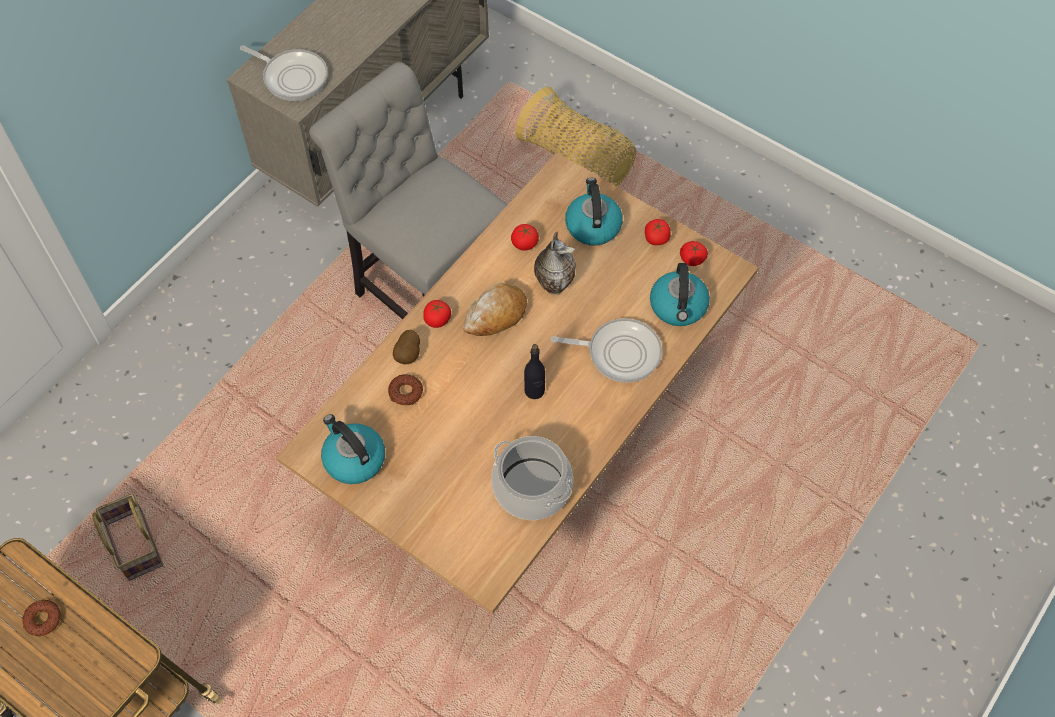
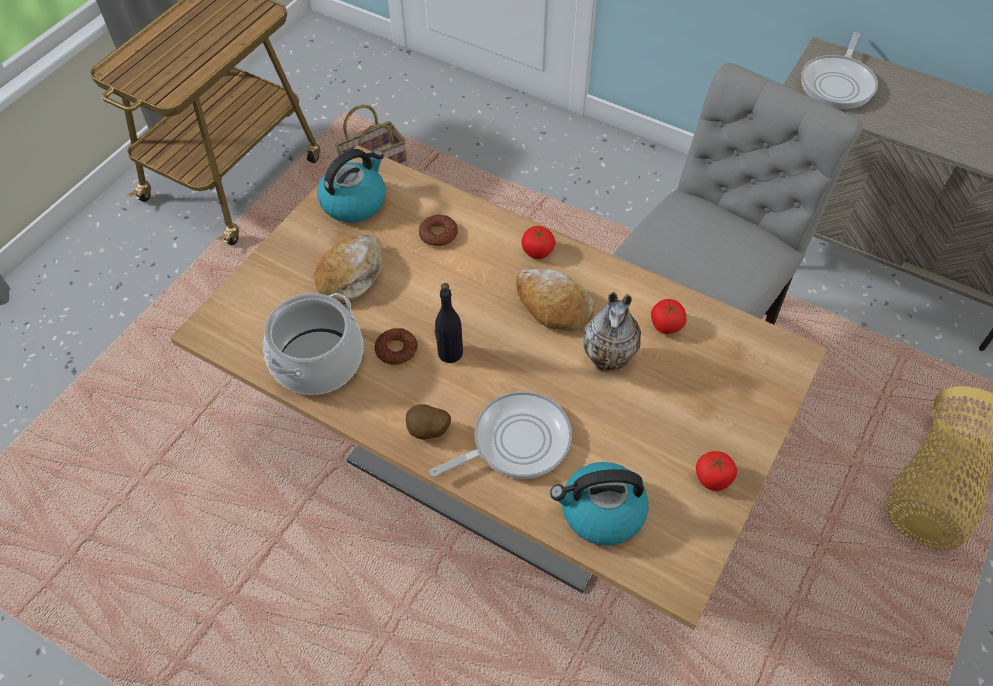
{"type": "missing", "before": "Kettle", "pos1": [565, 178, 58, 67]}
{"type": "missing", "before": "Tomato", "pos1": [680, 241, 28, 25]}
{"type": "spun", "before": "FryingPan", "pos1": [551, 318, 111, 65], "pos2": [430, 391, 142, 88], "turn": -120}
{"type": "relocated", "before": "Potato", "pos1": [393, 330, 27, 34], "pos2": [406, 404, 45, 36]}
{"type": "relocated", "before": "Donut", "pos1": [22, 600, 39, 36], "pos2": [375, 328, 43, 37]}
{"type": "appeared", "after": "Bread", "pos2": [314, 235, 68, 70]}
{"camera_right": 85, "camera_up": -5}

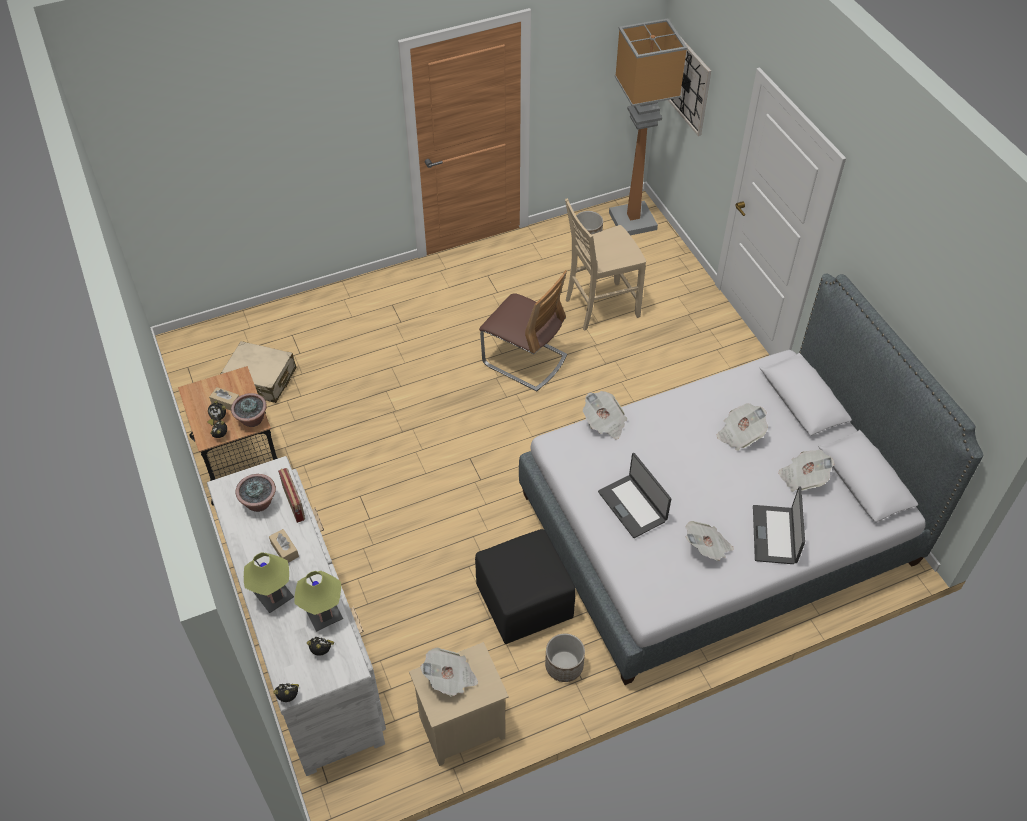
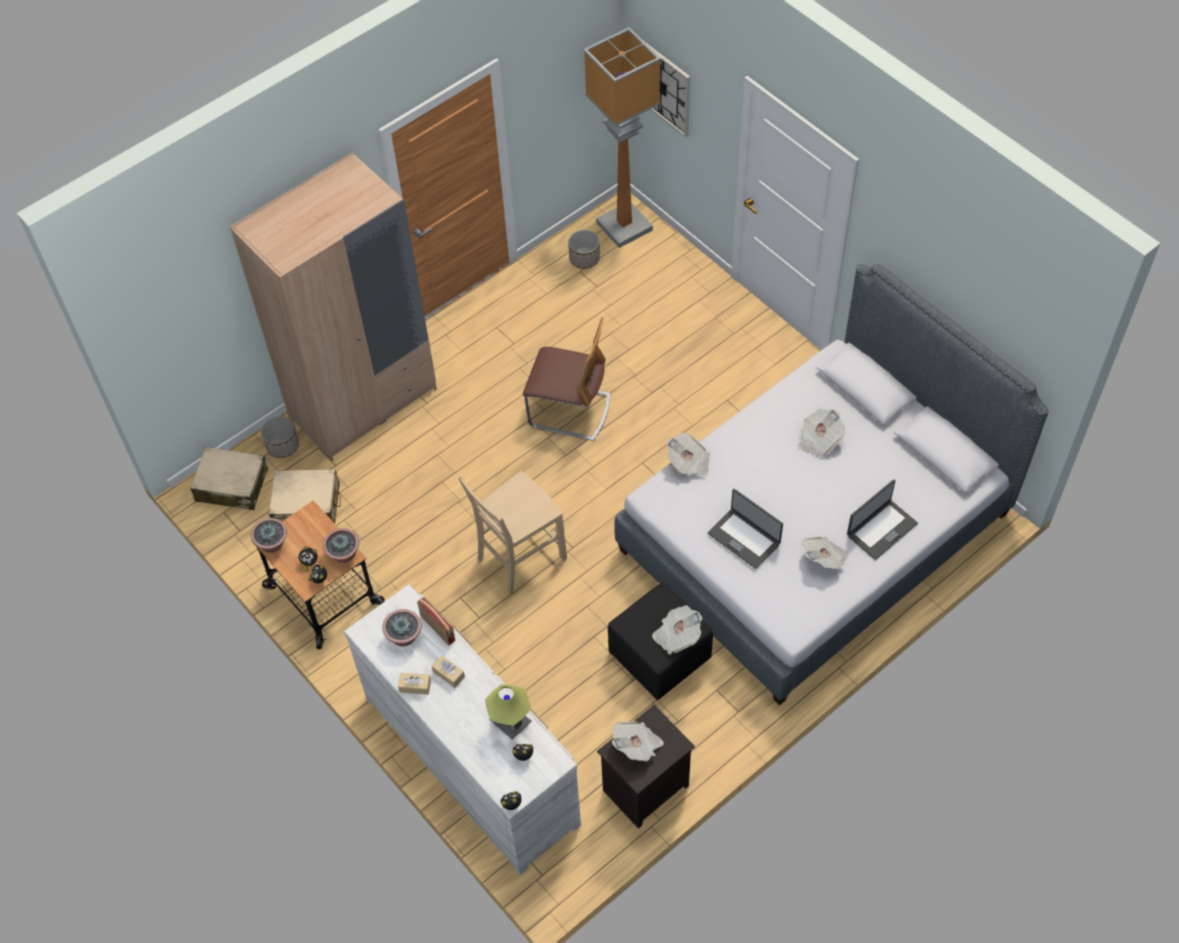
{"type": "relocated", "before": "BeigeChair", "pos1": [565, 198, 81, 133], "pos2": [457, 471, 110, 124]}
{"type": "relocated", "before": "BeigeTissueBox", "pos1": [209, 387, 30, 24], "pos2": [398, 673, 33, 21]}
{"type": "relocated", "before": "Newspaper", "pos1": [778, 449, 57, 43], "pos2": [652, 605, 50, 50]}
{"type": "spun", "before": "Laptop", "pos1": [753, 487, 52, 77], "pos2": [847, 479, 71, 81], "turn": -120}
{"type": "missing", "before": "TableLamp", "pos1": [244, 552, 50, 61]}
{"type": "relocated", "before": "Planter", "pos1": [545, 633, 40, 49], "pos2": [261, 416, 38, 42]}
{"type": "colour", "before": "BeigeNightstand", "after": "BlackNightstand", "pos1": [409, 642, 100, 124], "pos2": [597, 705, 98, 124]}
{"type": "appeared", "after": "BeigeWardrobe", "pos2": [230, 152, 207, 309]}
{"type": "appeared", "after": "BeigeSuitcase", "pos2": [190, 447, 78, 63]}
{"type": "appeared", "after": "PottedPlant", "pos2": [251, 518, 36, 34]}
{"camera_right": -15, "camera_up": 5}

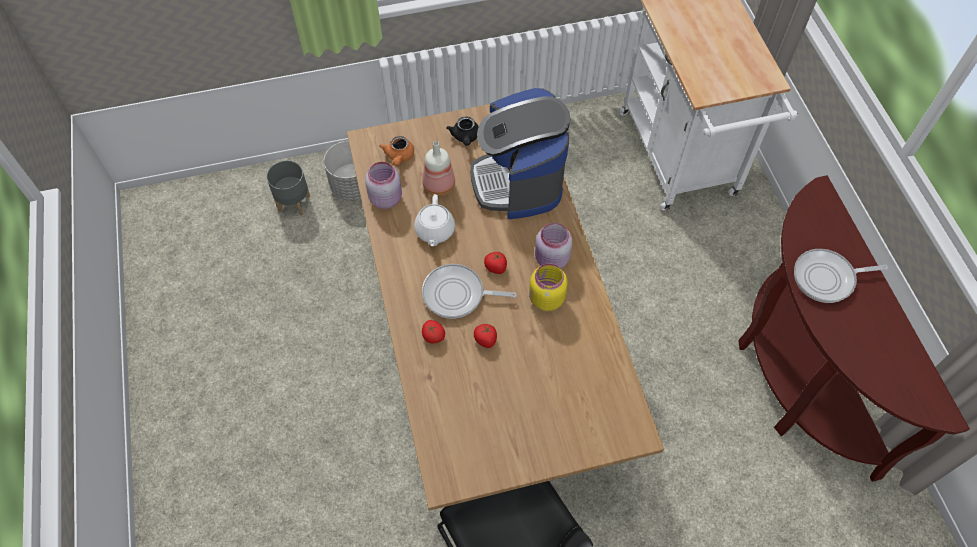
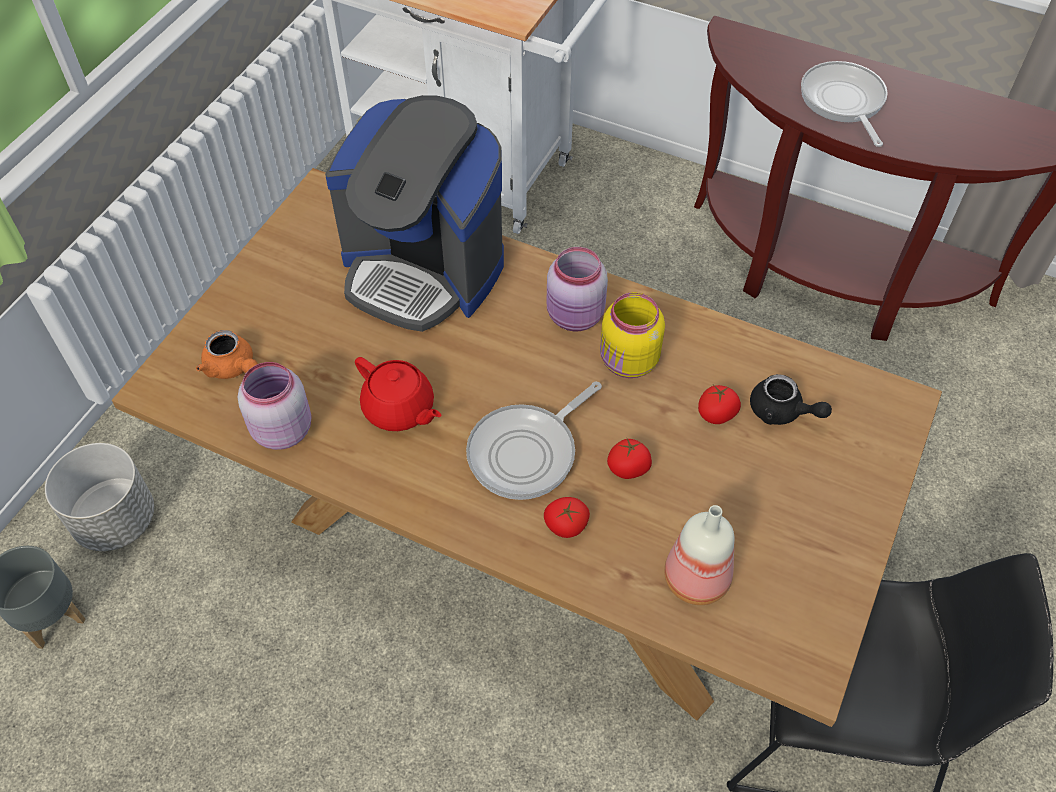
{"type": "relocated", "before": "BlackTeapot", "pos1": [446, 117, 33, 29], "pos2": [750, 374, 82, 51]}
{"type": "relocated", "before": "Bottle", "pos1": [422, 141, 33, 55], "pos2": [664, 505, 70, 100]}
{"type": "colour", "before": "WhiteTeapot", "after": "RedTeapot", "pos1": [414, 194, 41, 52], "pos2": [355, 357, 86, 74]}
{"type": "spun", "before": "FryingPan", "pos1": [794, 249, 94, 54], "pos2": [801, 61, 86, 86], "turn": 135}
{"type": "relocated", "before": "Tomato", "pos1": [484, 252, 23, 22], "pos2": [698, 385, 43, 39]}
{"camera_right": -50, "camera_up": -5}

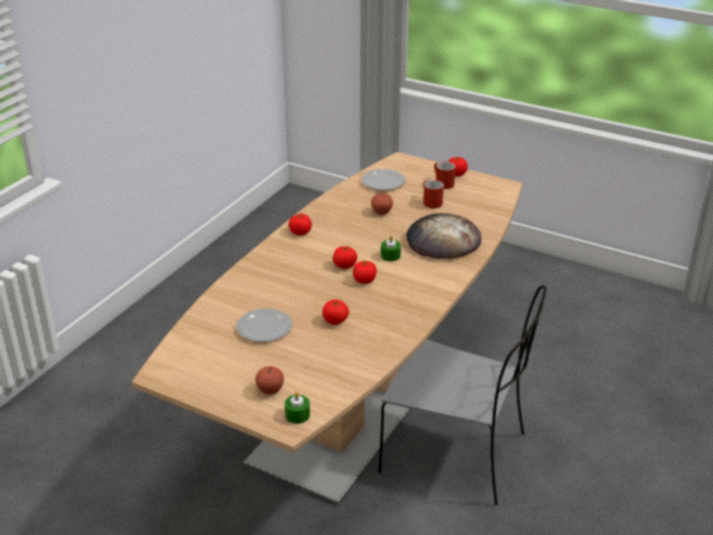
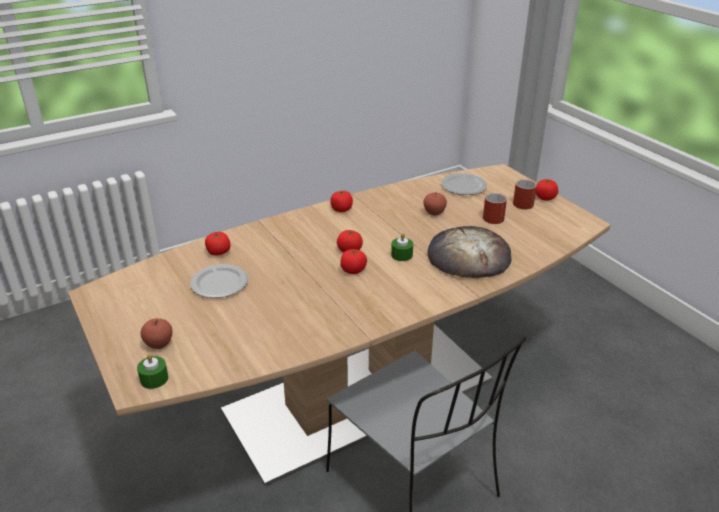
{"type": "relocated", "before": "Tomato", "pos1": [322, 299, 27, 26], "pos2": [205, 232, 26, 23]}
{"camera_right": 30, "camera_up": 0}

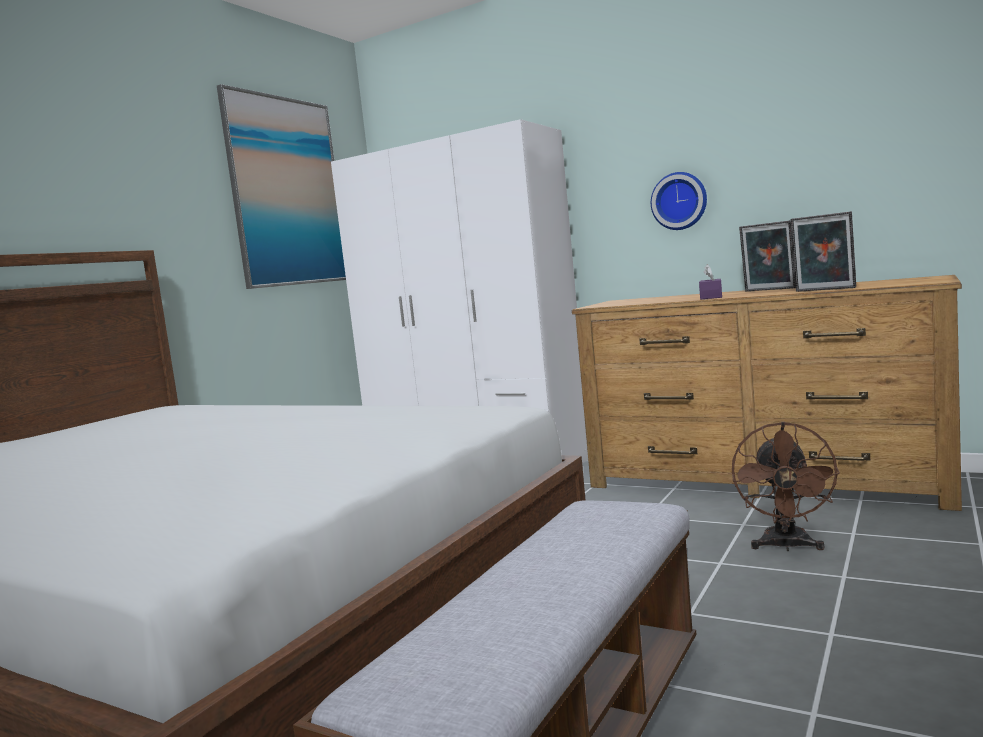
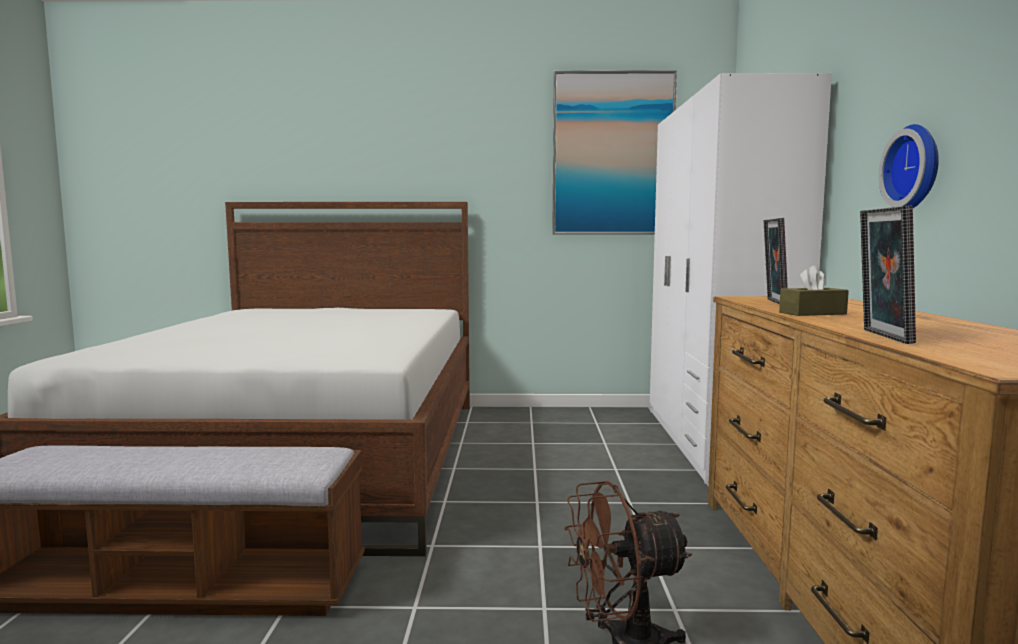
{"type": "relocated", "before": "PictureFrame", "pos1": [739, 220, 57, 71], "pos2": [764, 218, 24, 86]}
{"type": "colour", "before": "PurpleTissueBox", "after": "BrownTissueBox", "pos1": [699, 264, 23, 35], "pos2": [779, 265, 70, 51]}
{"camera_right": 60, "camera_up": 0}

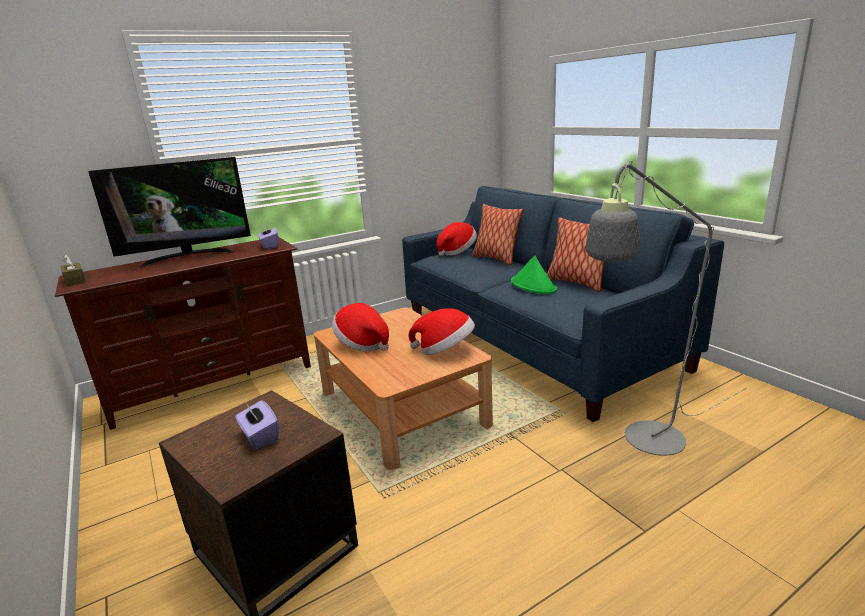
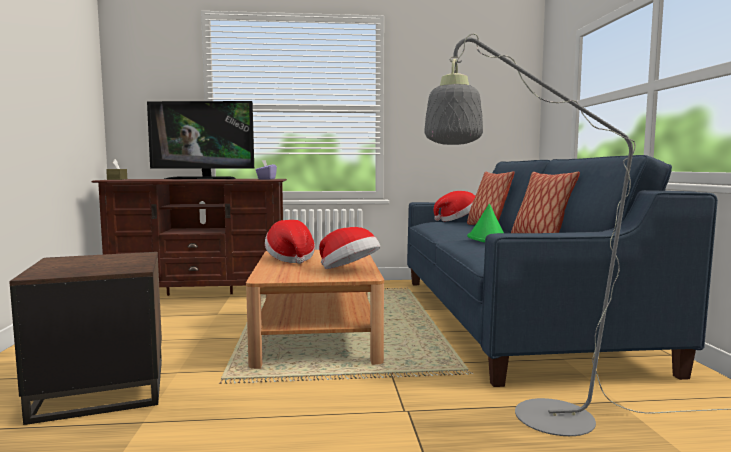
{"type": "missing", "before": "PurpleTissueBox", "pos1": [235, 400, 44, 49]}
{"camera_right": 25, "camera_up": -15}

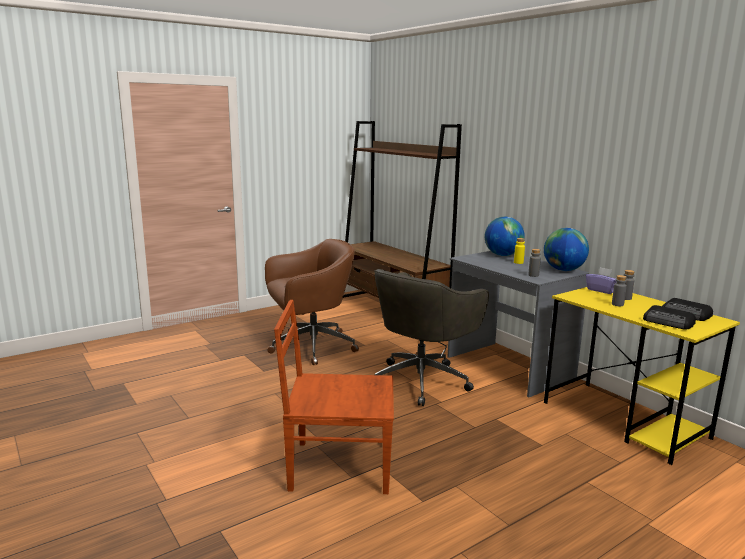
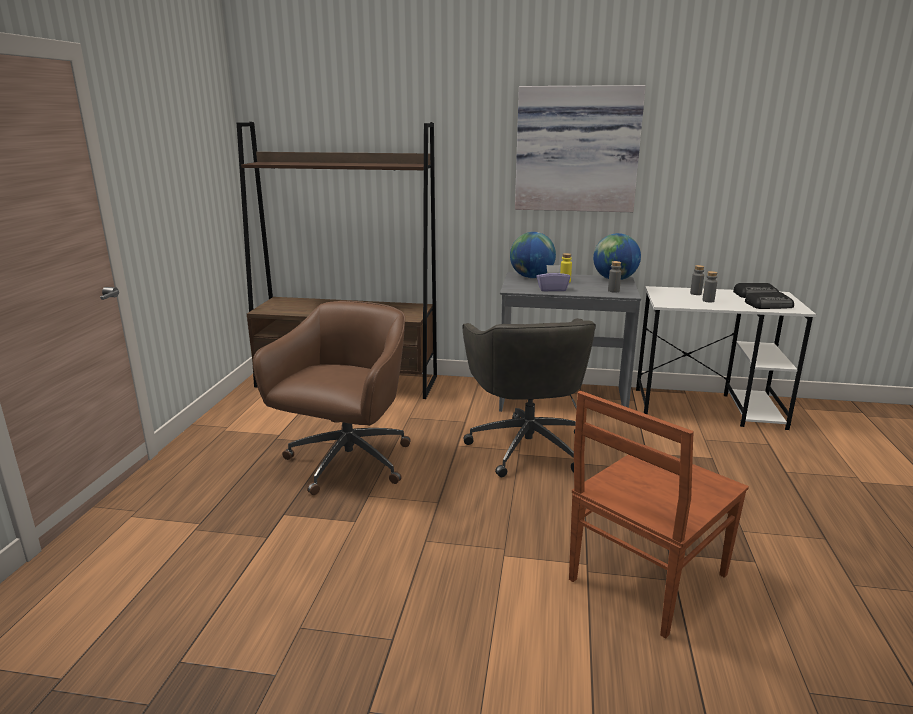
{"type": "relocated", "before": "PurpleTissueBox", "pos1": [586, 267, 31, 27], "pos2": [537, 265, 34, 26]}
{"type": "colour", "before": "YellowDesk", "after": "WhiteDesk", "pos1": [544, 287, 196, 178], "pos2": [636, 286, 181, 144]}
{"type": "appeared", "after": "Picture", "pos2": [515, 85, 131, 127]}
{"camera_right": -45, "camera_up": 5}

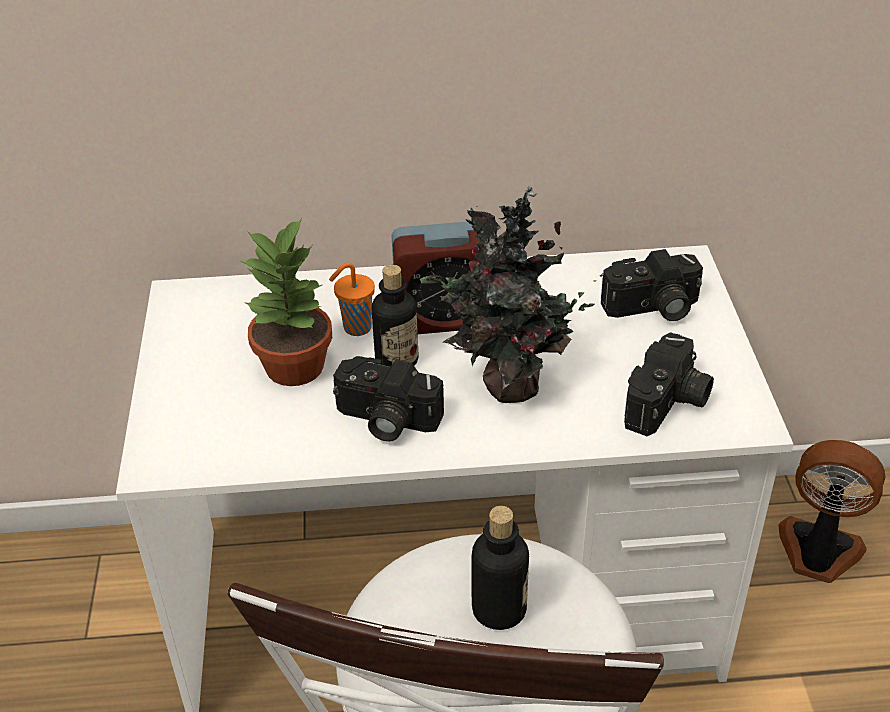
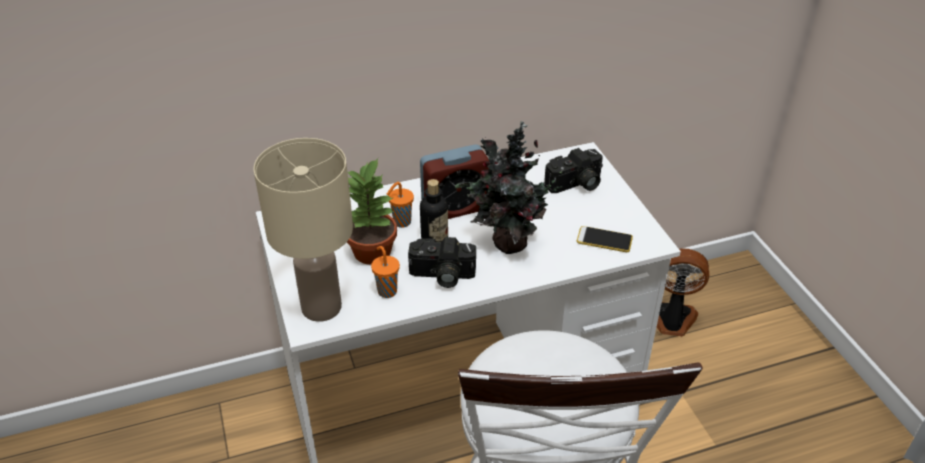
{"type": "exchanged", "before": "PhotoCamera", "after": "Phone", "pos1": [624, 332, 90, 104], "pos2": [577, 226, 56, 26]}
{"type": "missing", "before": "Bottle", "pos1": [471, 506, 58, 124]}
{"type": "appeared", "after": "BeigeTableLamp", "pos2": [253, 138, 100, 184]}
{"type": "appeared", "after": "OrangeCup", "pos2": [371, 246, 29, 52]}
{"camera_right": -15, "camera_up": 0}

